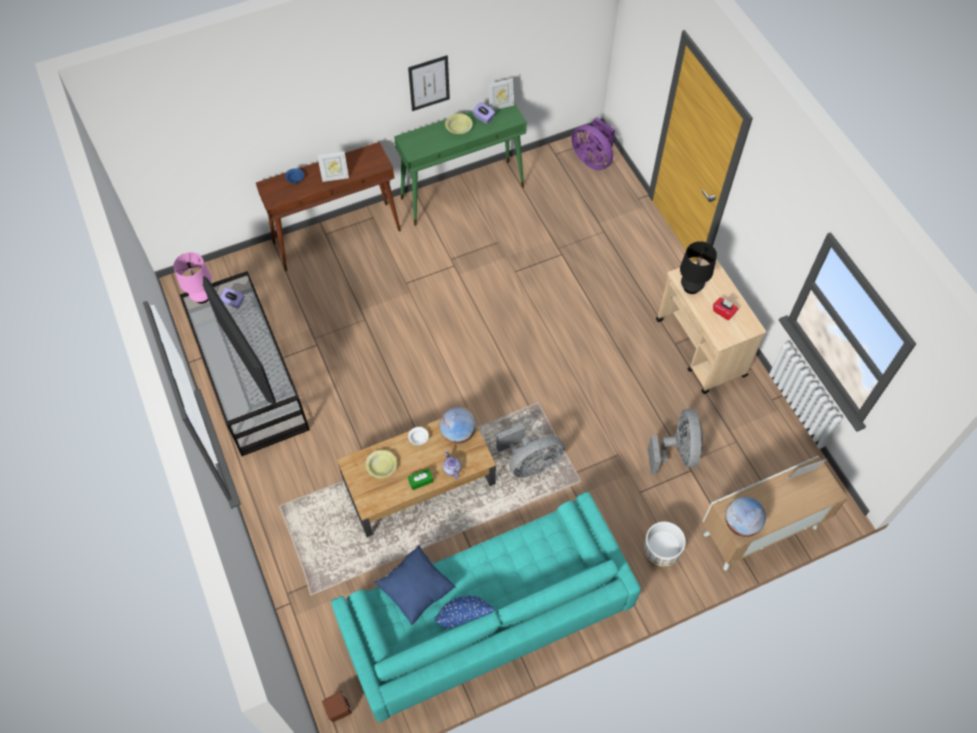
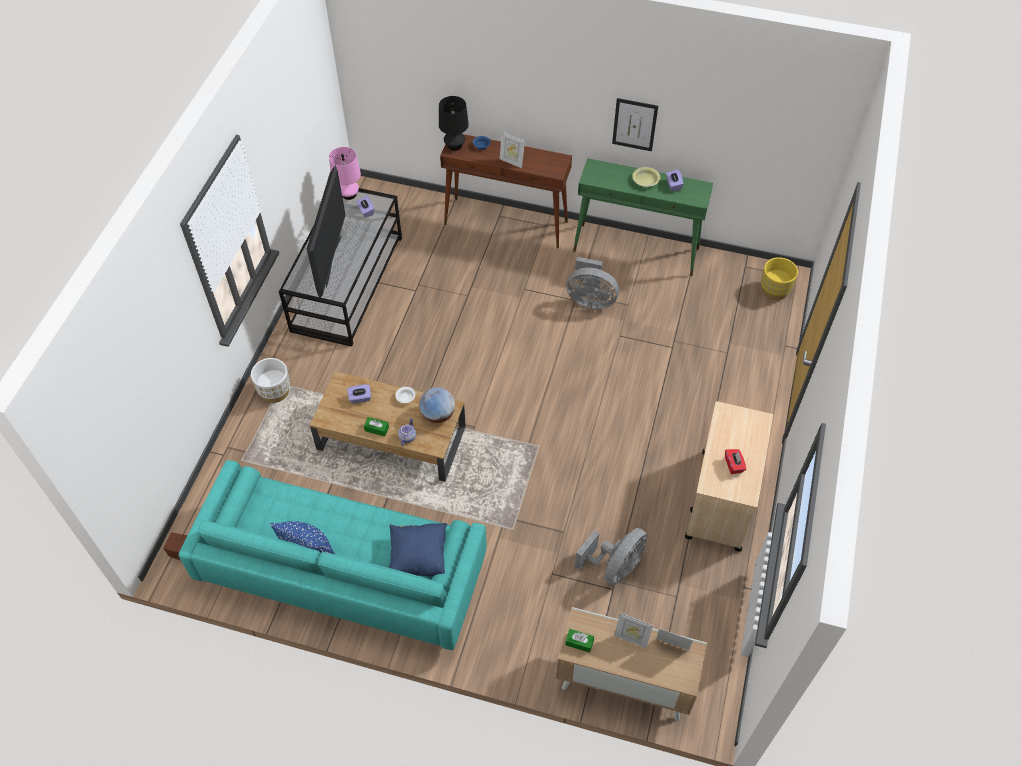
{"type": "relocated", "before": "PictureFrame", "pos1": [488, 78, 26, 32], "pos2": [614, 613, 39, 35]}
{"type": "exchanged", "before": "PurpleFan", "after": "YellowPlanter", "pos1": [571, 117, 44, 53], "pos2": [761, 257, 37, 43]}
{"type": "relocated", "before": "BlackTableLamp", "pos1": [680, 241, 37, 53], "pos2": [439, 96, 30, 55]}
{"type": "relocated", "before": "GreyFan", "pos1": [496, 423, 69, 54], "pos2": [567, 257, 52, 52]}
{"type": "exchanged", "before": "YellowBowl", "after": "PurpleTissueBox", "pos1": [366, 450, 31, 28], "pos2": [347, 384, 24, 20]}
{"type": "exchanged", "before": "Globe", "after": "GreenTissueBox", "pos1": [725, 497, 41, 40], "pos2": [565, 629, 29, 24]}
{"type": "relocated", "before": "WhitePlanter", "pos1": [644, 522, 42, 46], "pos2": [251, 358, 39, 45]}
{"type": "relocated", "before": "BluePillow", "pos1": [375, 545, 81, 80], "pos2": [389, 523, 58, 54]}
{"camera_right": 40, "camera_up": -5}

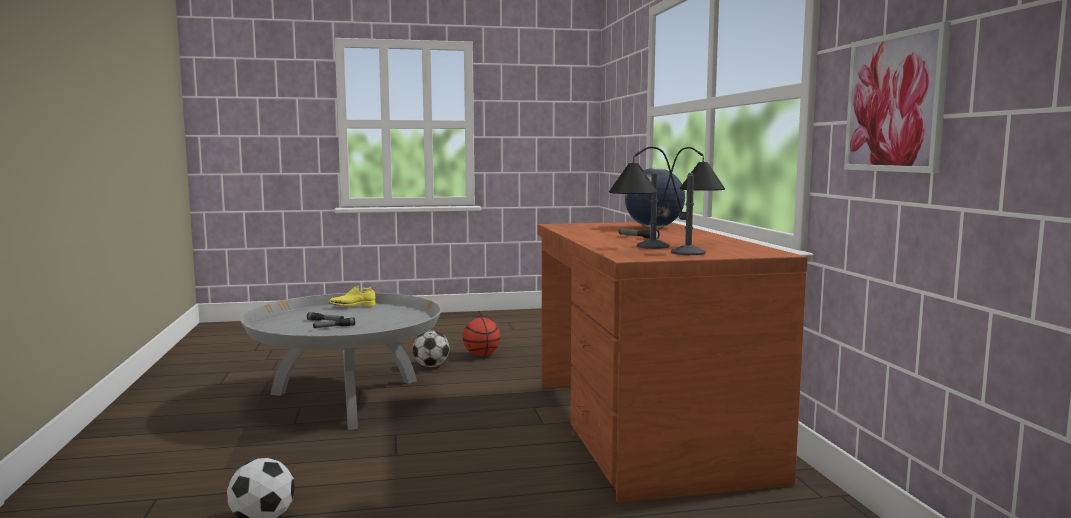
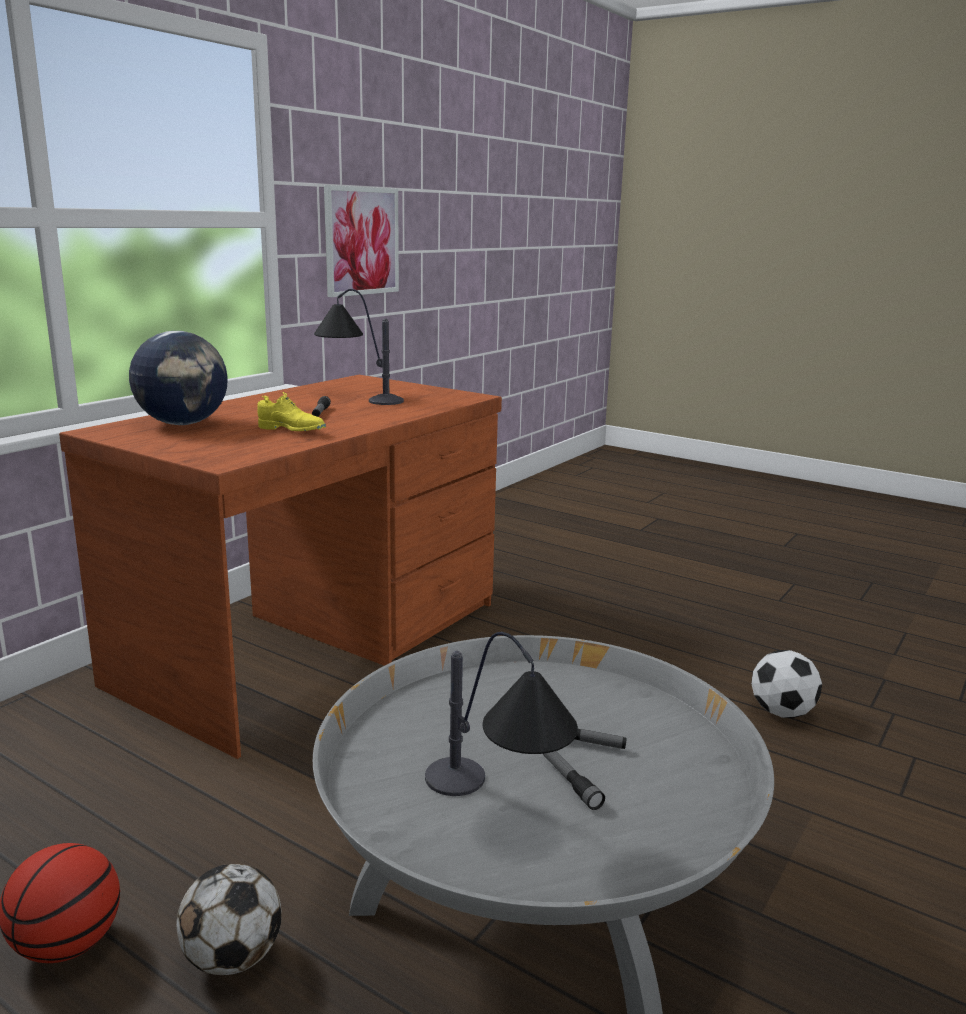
{"type": "relocated", "before": "TableLamp", "pos1": [609, 147, 97, 108], "pos2": [425, 632, 153, 164]}
{"type": "relocated", "before": "YellowShoe", "pos1": [328, 286, 47, 21], "pos2": [257, 392, 69, 39]}
{"camera_right": -135, "camera_up": 10}

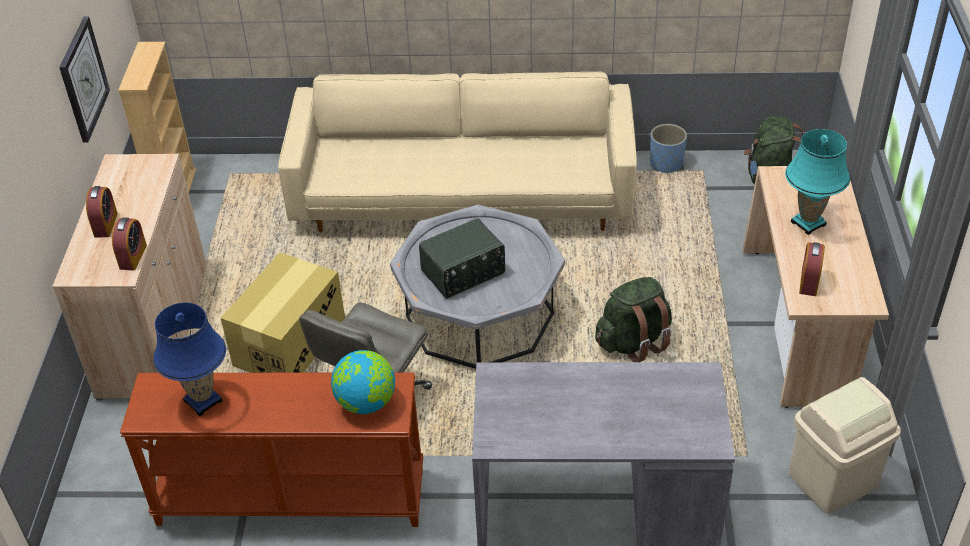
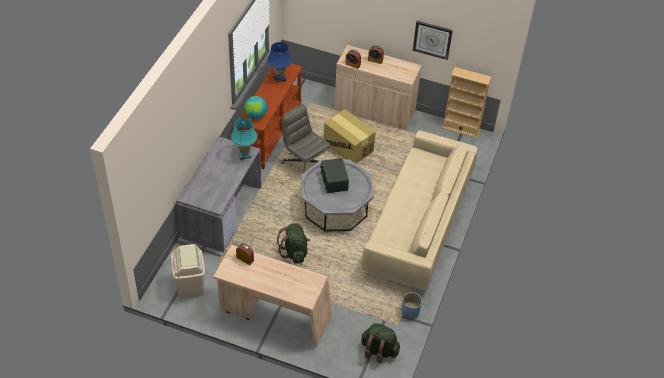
{"type": "relocated", "before": "TurquoiseTableLamp", "pos1": [785, 129, 65, 106], "pos2": [231, 118, 27, 42]}
{"camera_right": 105, "camera_up": 5}

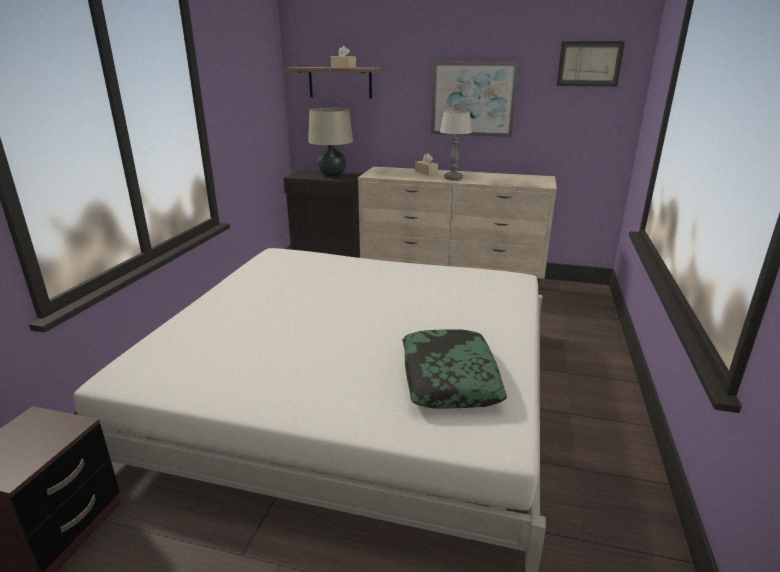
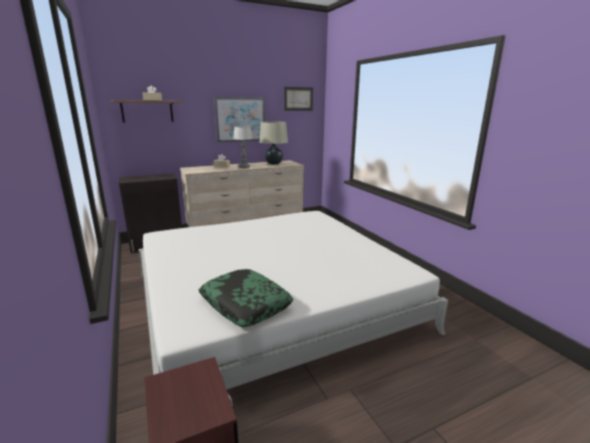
{"type": "relocated", "before": "BeigeTableLamp", "pos1": [308, 108, 45, 69], "pos2": [260, 121, 28, 43]}
{"type": "relocated", "before": "Pillow", "pos1": [402, 329, 105, 80], "pos2": [198, 269, 95, 58]}
{"camera_right": -40, "camera_up": -5}

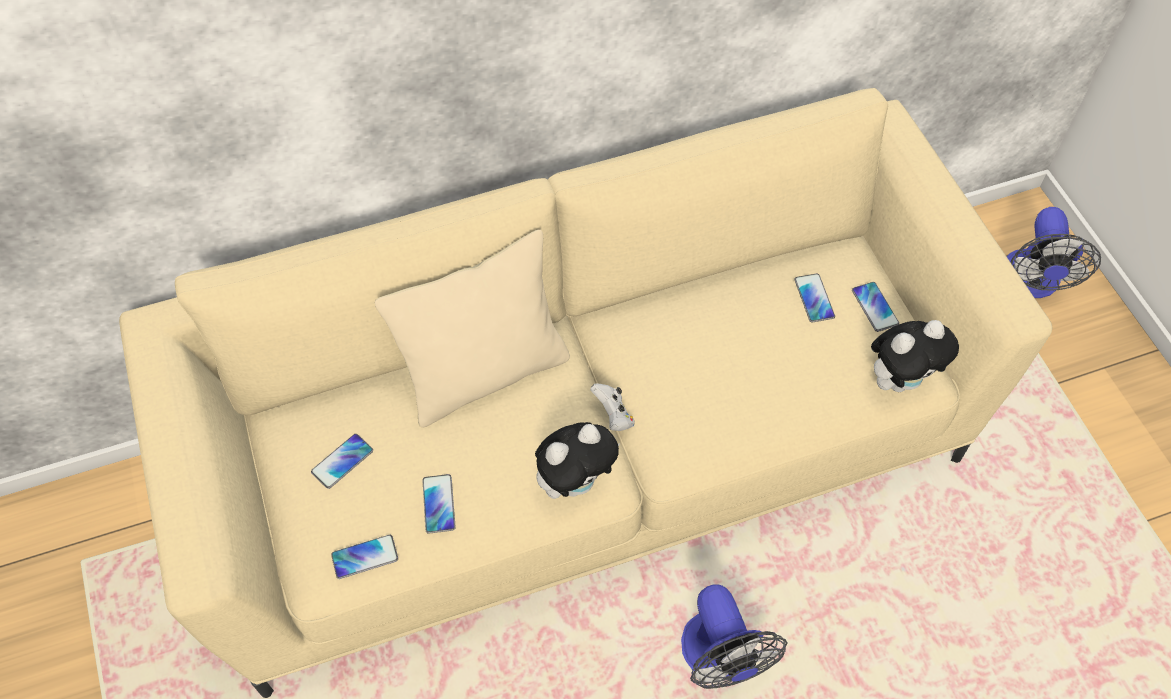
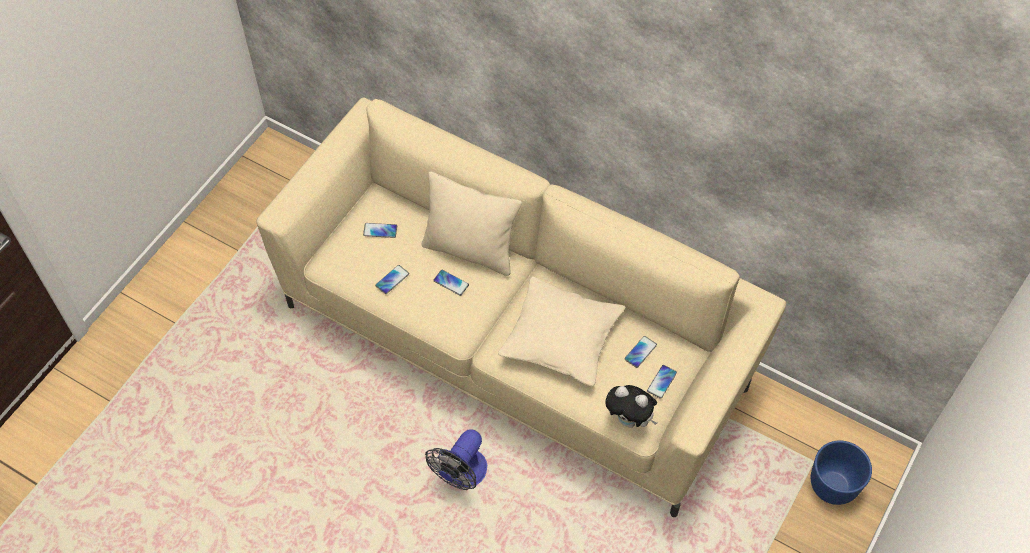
{"type": "exchanged", "before": "Fan", "after": "BluePlanter", "pos1": [1007, 207, 94, 91], "pos2": [811, 440, 61, 65]}
{"type": "missing", "before": "WhiteGameController", "pos1": [590, 383, 45, 48]}
{"type": "missing", "before": "PlushToy", "pos1": [535, 422, 85, 77]}
{"type": "relocated", "before": "Phone", "pos1": [331, 535, 67, 44], "pos2": [433, 270, 36, 26]}
{"type": "appeared", "after": "BeigePillow", "pos2": [498, 276, 128, 111]}
{"camera_right": 50, "camera_up": 0}

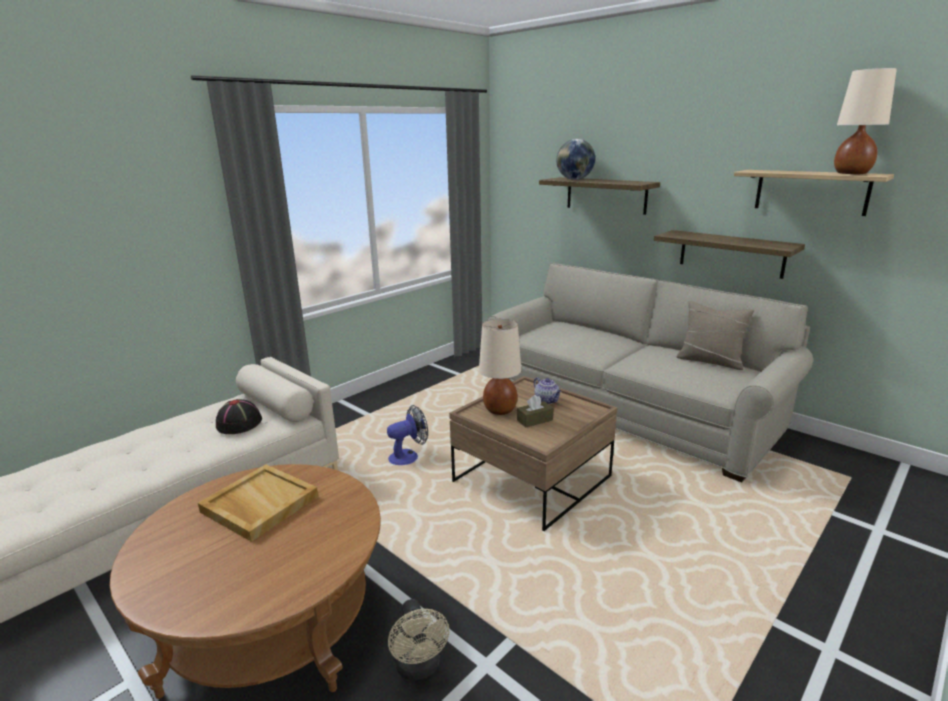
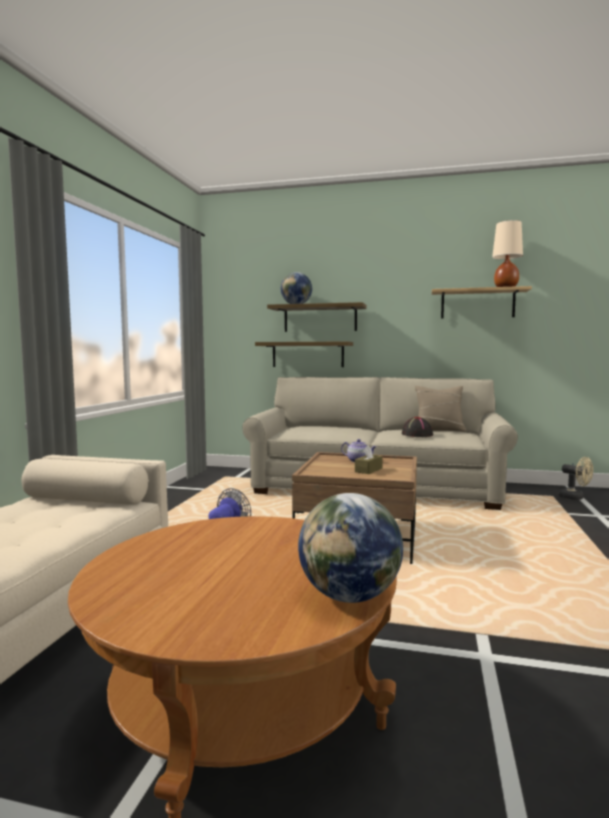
{"type": "relocated", "before": "Shelf", "pos1": [654, 230, 151, 49], "pos2": [255, 341, 98, 26]}
{"type": "missing", "before": "BeigeTableLamp", "pos1": [479, 319, 42, 96]}
{"type": "relocated", "before": "BlackHat", "pos1": [216, 399, 46, 35], "pos2": [402, 417, 31, 20]}
{"type": "missing", "before": "BeigeTray", "pos1": [198, 464, 120, 78]}
{"type": "relocated", "before": "BeigeFan", "pos1": [388, 599, 61, 82], "pos2": [559, 457, 34, 43]}
{"type": "appeared", "after": "Globe", "pos2": [298, 493, 105, 110]}
{"camera_right": -30, "camera_up": -15}

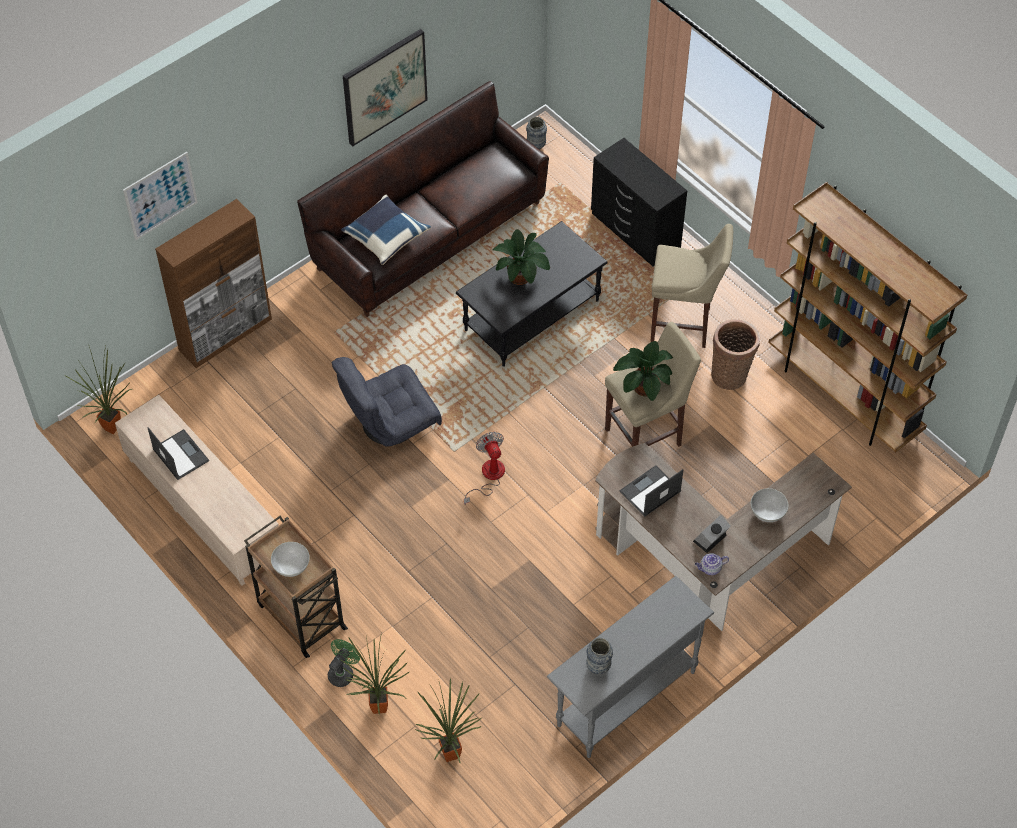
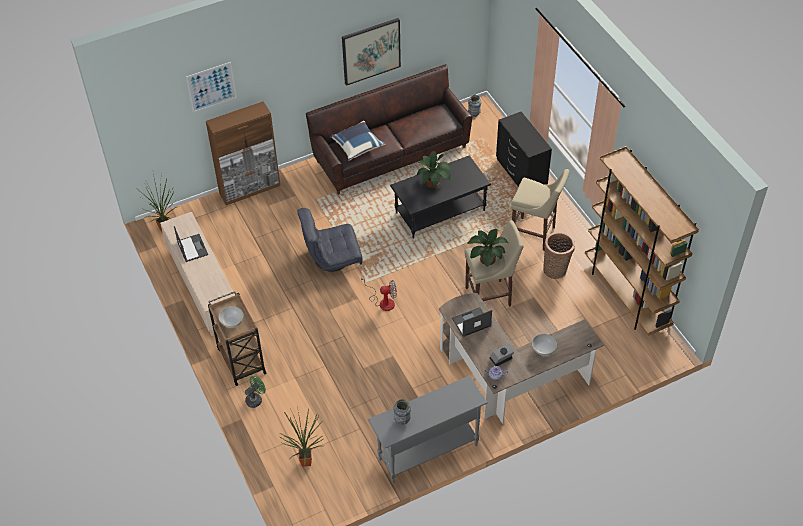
{"type": "spun", "before": "Fan", "pos1": [464, 432, 41, 73], "pos2": [361, 277, 36, 34], "turn": 90}
{"type": "missing", "before": "PottedPlant", "pos1": [341, 633, 68, 82]}
{"camera_right": 15, "camera_up": -5}

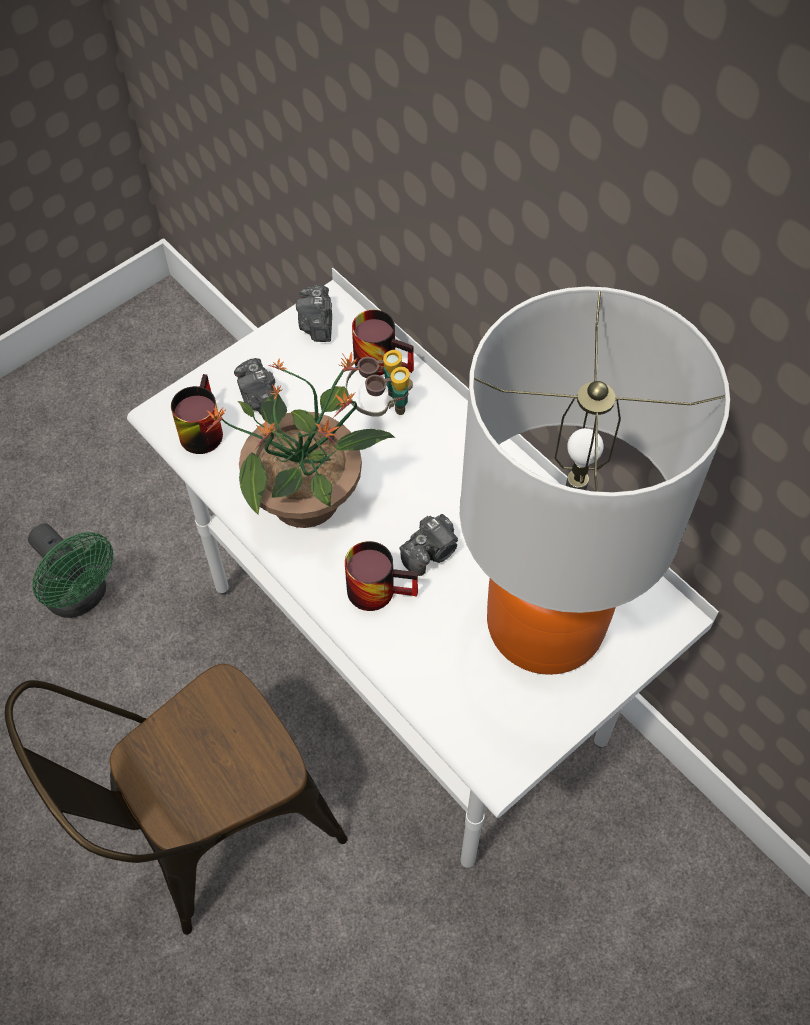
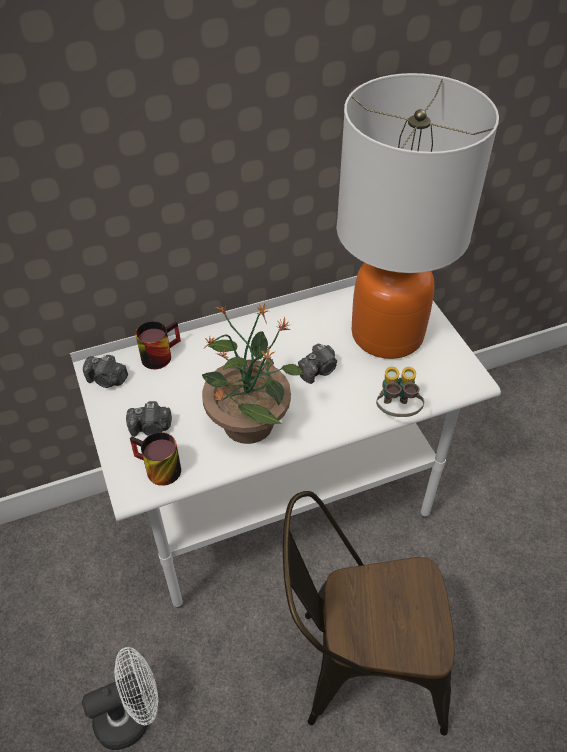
{"type": "relocated", "before": "Binoculars", "pos1": [346, 350, 67, 67], "pos2": [376, 367, 49, 50]}
{"type": "spun", "before": "PhotoCamera", "pos1": [399, 514, 59, 62], "pos2": [298, 344, 39, 40], "turn": 75}
{"type": "colour", "before": "GreenFan", "after": "WhiteFan", "pos1": [28, 524, 85, 94], "pos2": [82, 647, 76, 103]}
{"type": "missing", "before": "Mug", "pos1": [345, 541, 73, 70]}
{"type": "spun", "before": "BrownChair", "pos1": [5, 664, 342, 271], "pos2": [283, 491, 172, 245], "turn": 105}
{"camera_right": -70, "camera_up": -10}

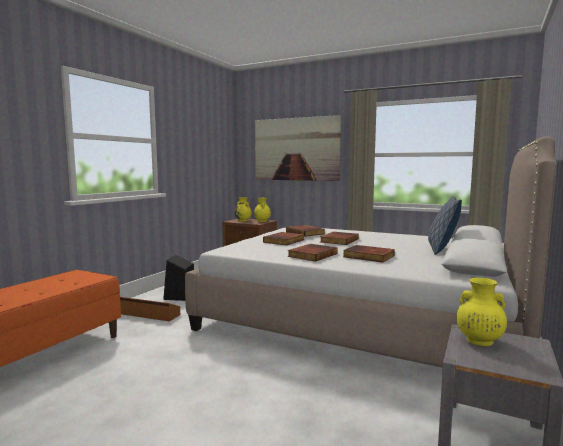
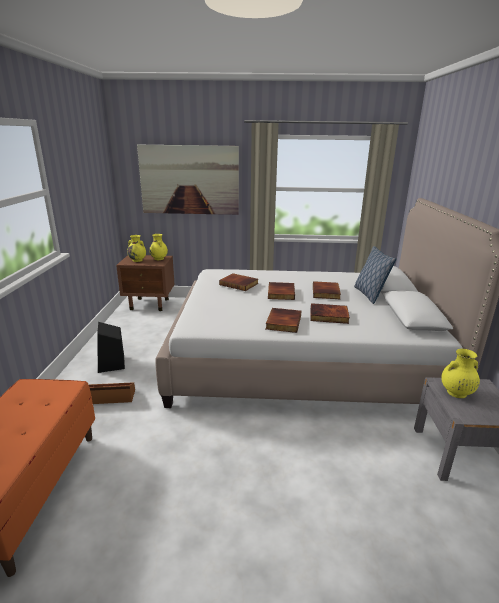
{"type": "relocated", "before": "Book", "pos1": [263, 232, 42, 13], "pos2": [313, 281, 28, 18]}
{"camera_right": -25, "camera_up": 15}

